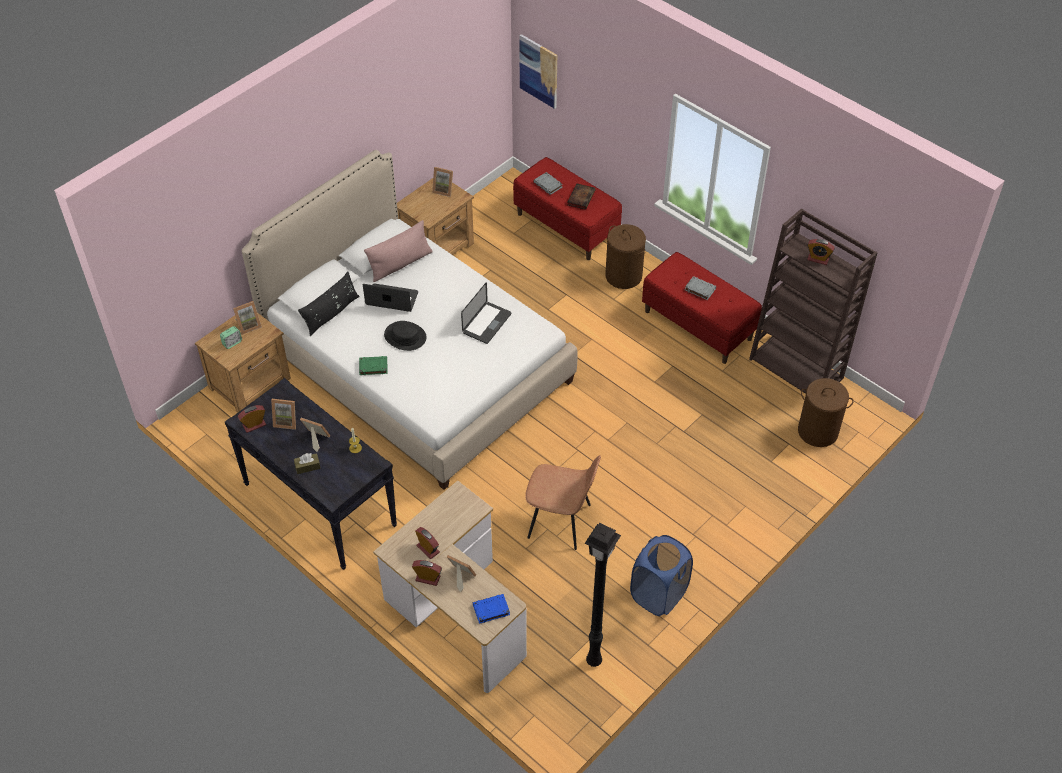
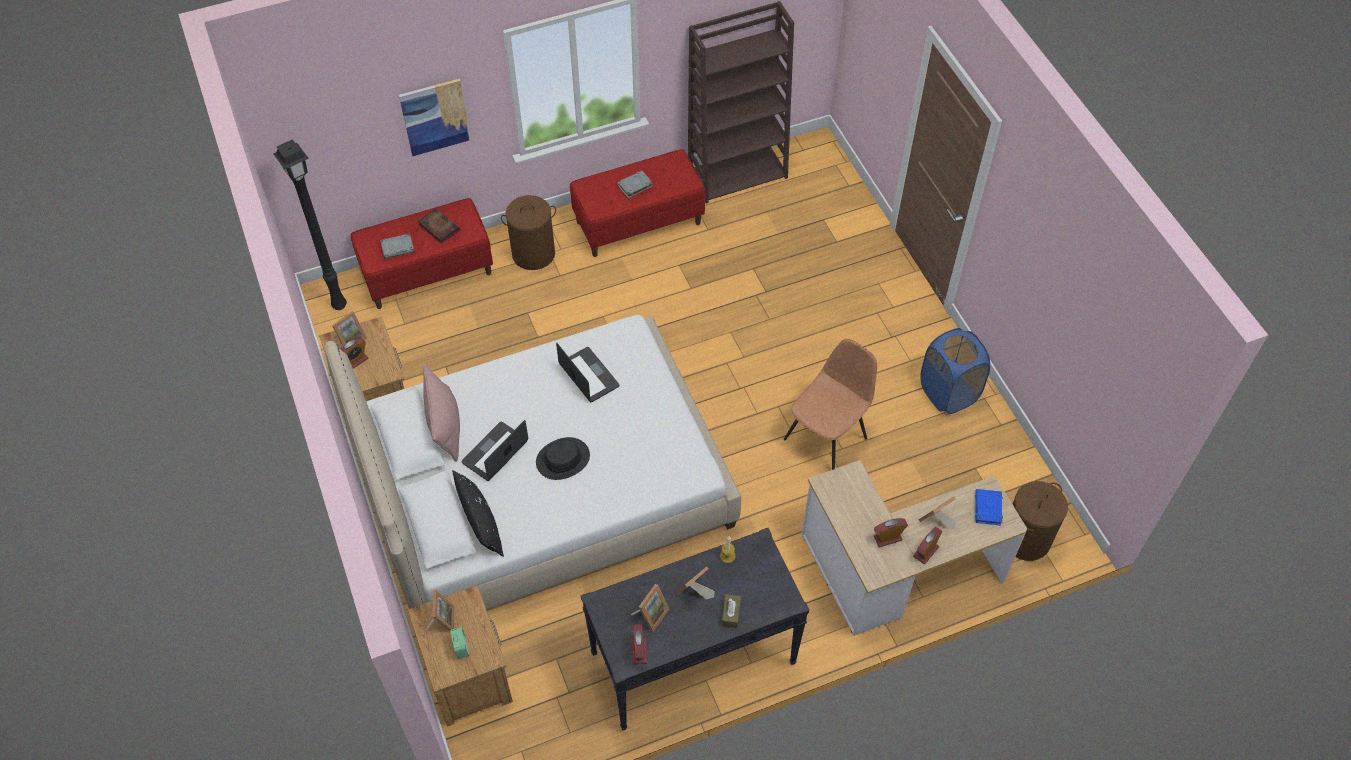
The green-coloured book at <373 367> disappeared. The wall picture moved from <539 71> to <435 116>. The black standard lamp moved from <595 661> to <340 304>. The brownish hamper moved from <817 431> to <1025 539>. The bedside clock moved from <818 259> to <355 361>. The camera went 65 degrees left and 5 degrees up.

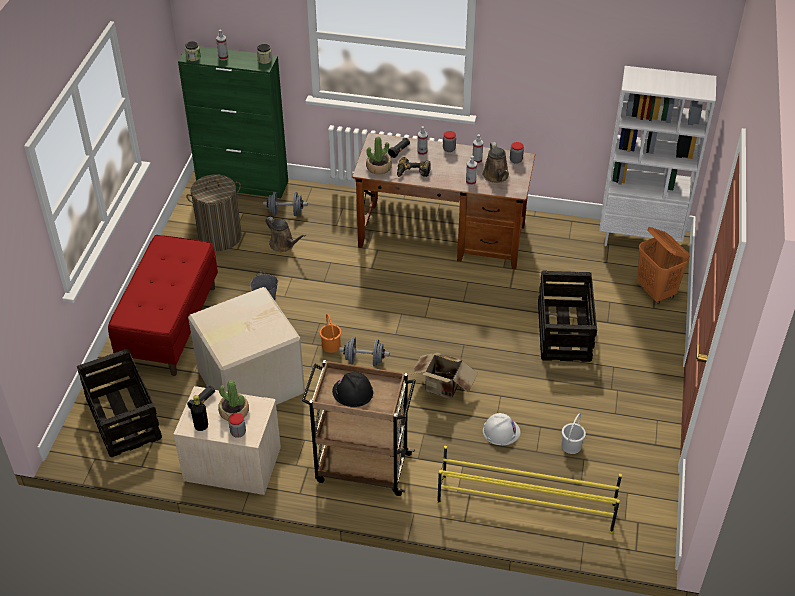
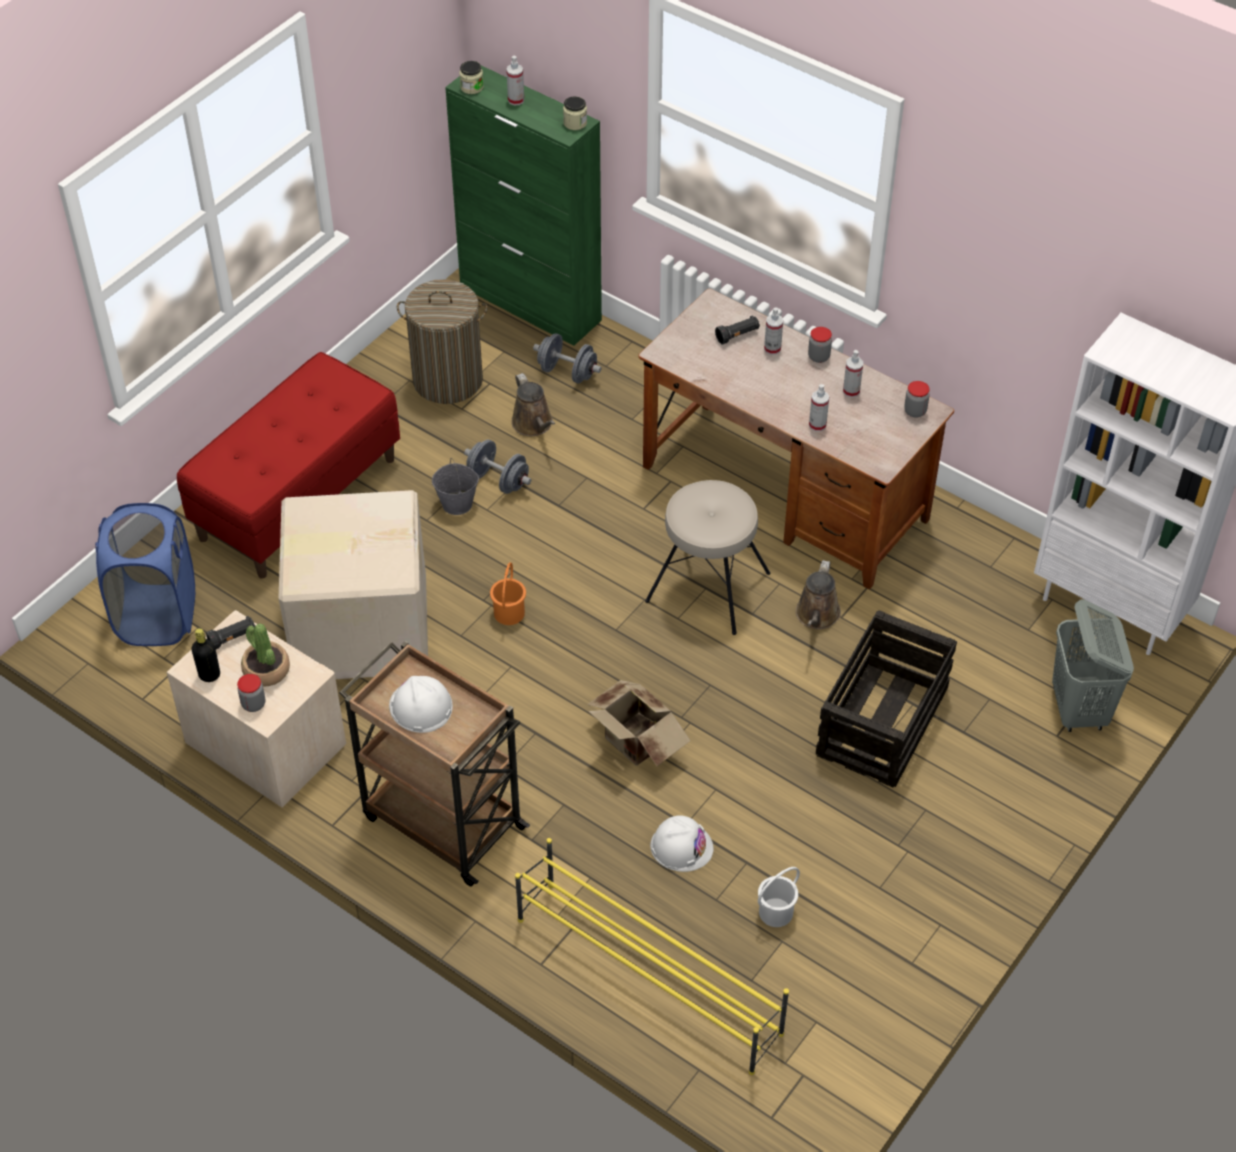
The packing crate at <122 417> was replaced by the blue-coloured hamper at <157 615>. The black hard hat at <352 392> became the white hard hat at <420 706>. The gray dumbbell moved from <364 360> to <498 480>. The potted plant at <378 167> disappeared. The power drill at <412 173> disappeared. The brownish watering pot moved from <496 176> to <817 616>. The orange-coloured hamper at <656 292> became the gray hamper at <1079 710>. The beige sitting stool at <707 588> appeared. The camera went 25 degrees right and 5 degrees up.

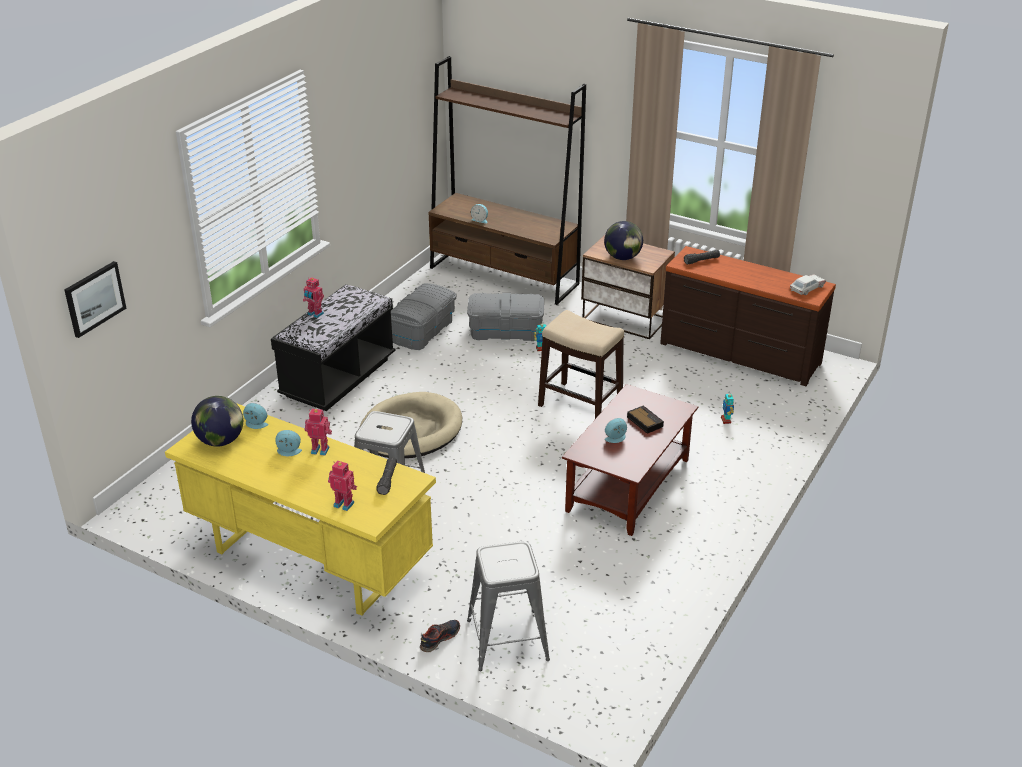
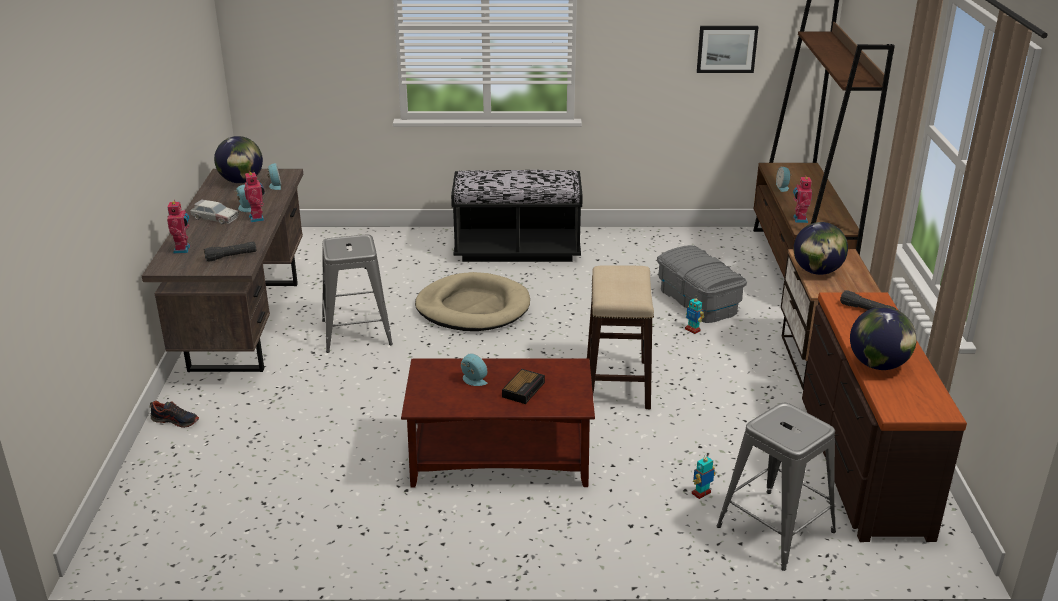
The wall picture moved from <94 298> to <726 49>. The yellowish desk table at <308 561> became the brownish desk table at <245 324>. The robot figure moved from <315 314> to <799 219>. The gray storage container at <422 330> disappeared. The gray sitting stool moved from <508 639> to <776 529>. The model car moved from <807 288> to <214 218>. The desk globe at <878 365> appeared. The camera went 60 degrees right and 5 degrees down.

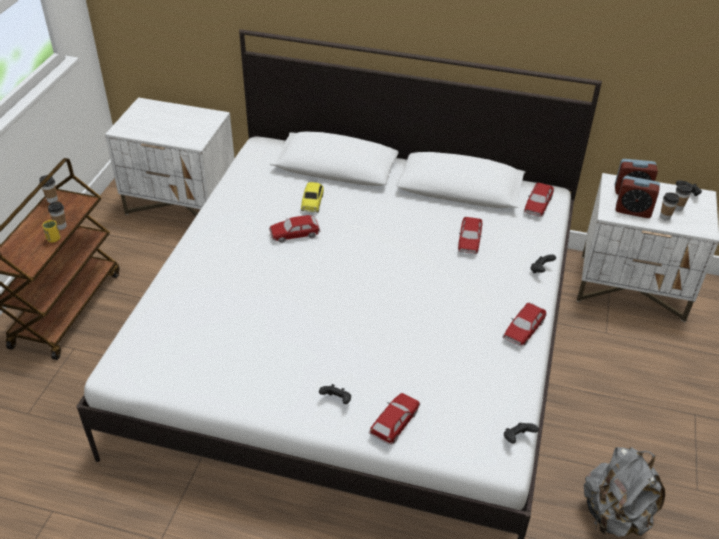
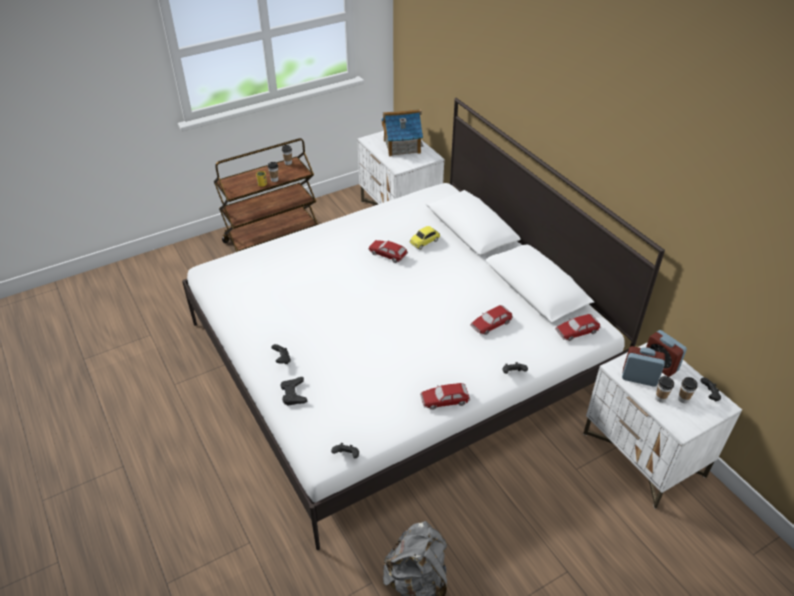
The model car at <395 422> was replaced by the black joypad at <293 394>. The bedside clock at <633 211> turned 135 degrees clockwise. The toy house at <401 146> appeared. The camera went 45 degrees right and 0 degrees up.

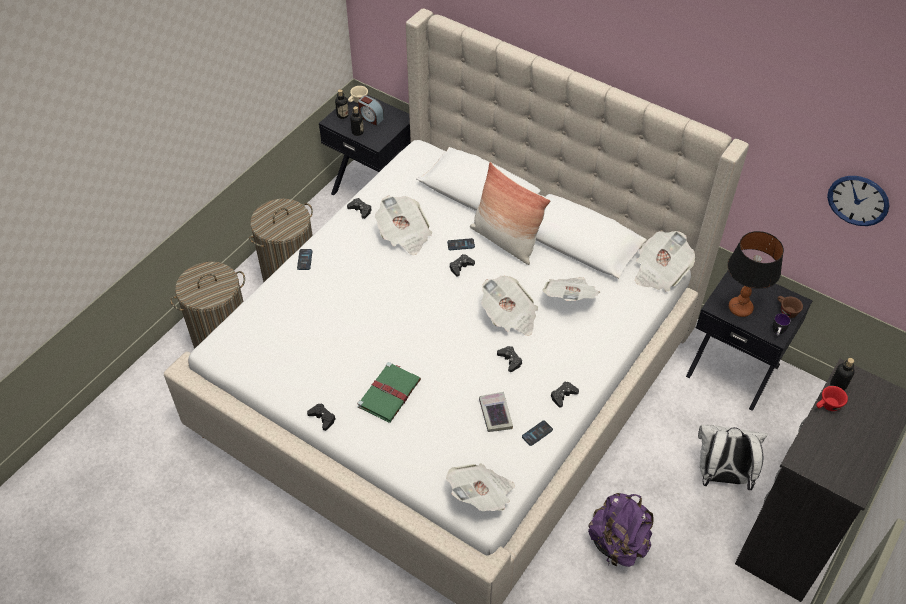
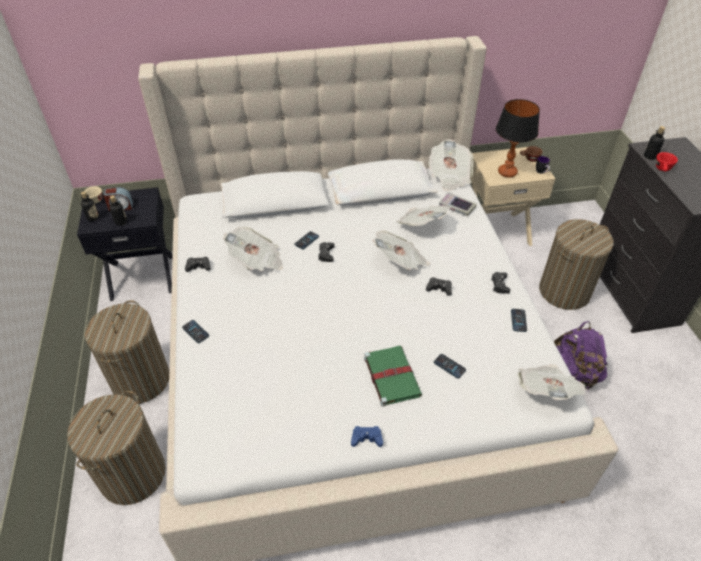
The black joypad at <322 418> became the blue-coloured joypad at <366 438>. The cushion at <505 241> disappeared. The book moved from <495 414> to <457 207>. The black nightstand at <733 369> became the beige nightstand at <496 231>. The white rucksack at <721 476> was replaced by the hamper at <564 292>. The clock on the wall at <858 200> disappeared. The handset at <449 366> appeared. The camera went 45 degrees left and 5 degrees down.

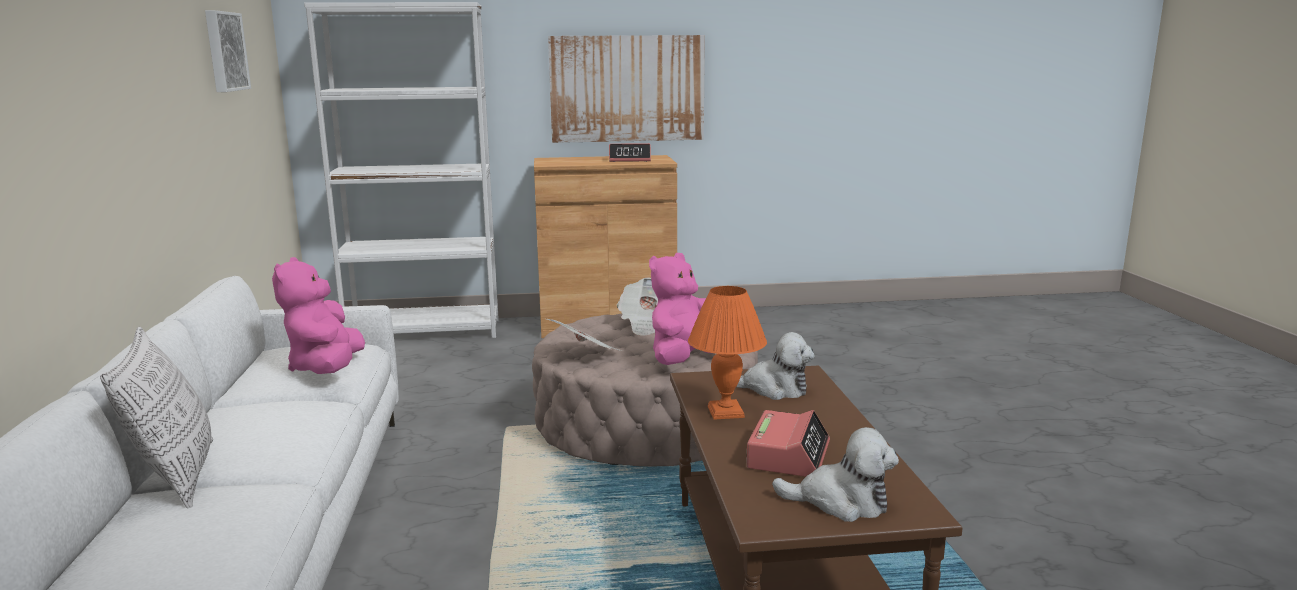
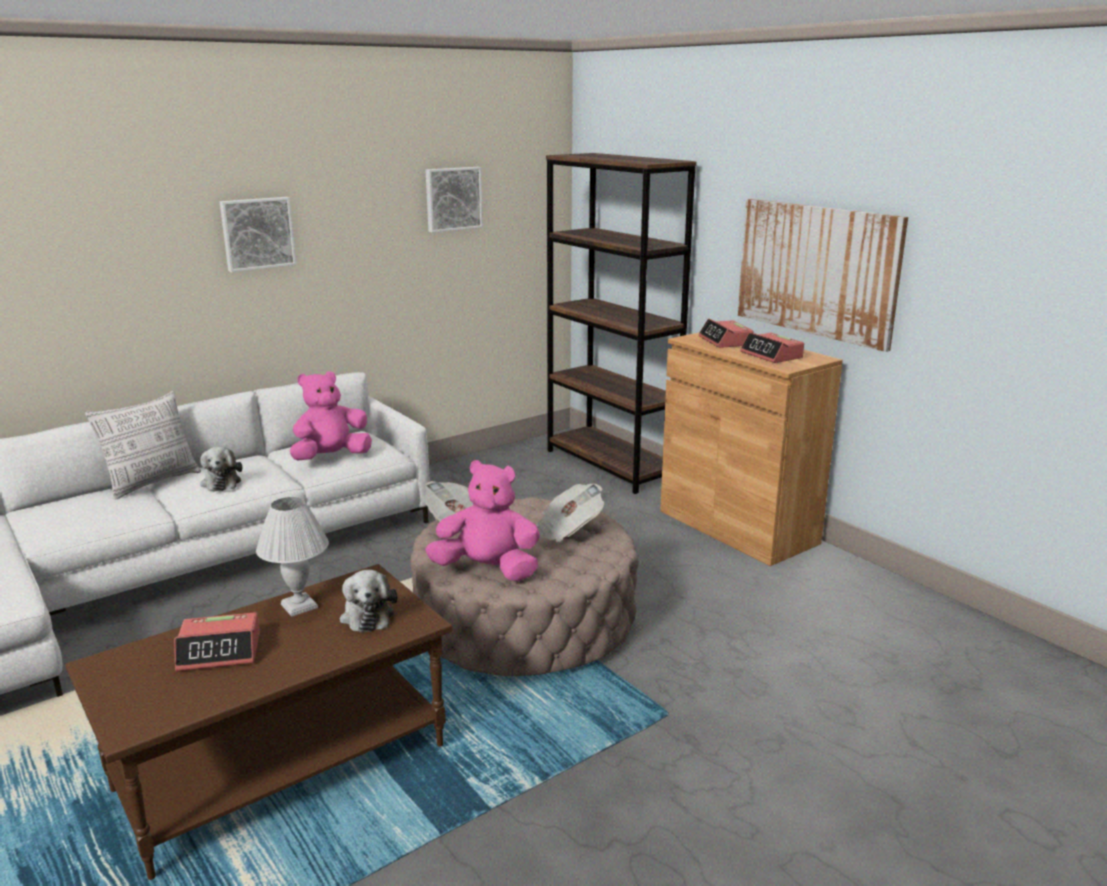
The white shelving unit at <424 331> became the brownish shelving unit at <611 465>. The orange-coloured tabletop lamp at <726 412> became the white tabletop lamp at <298 606>. The plush toy moved from <840 502> to <221 482>. The wall picture at <257 233> appeared. The bedside clock at <725 341> appeared. The camera went 60 degrees right and 5 degrees up.

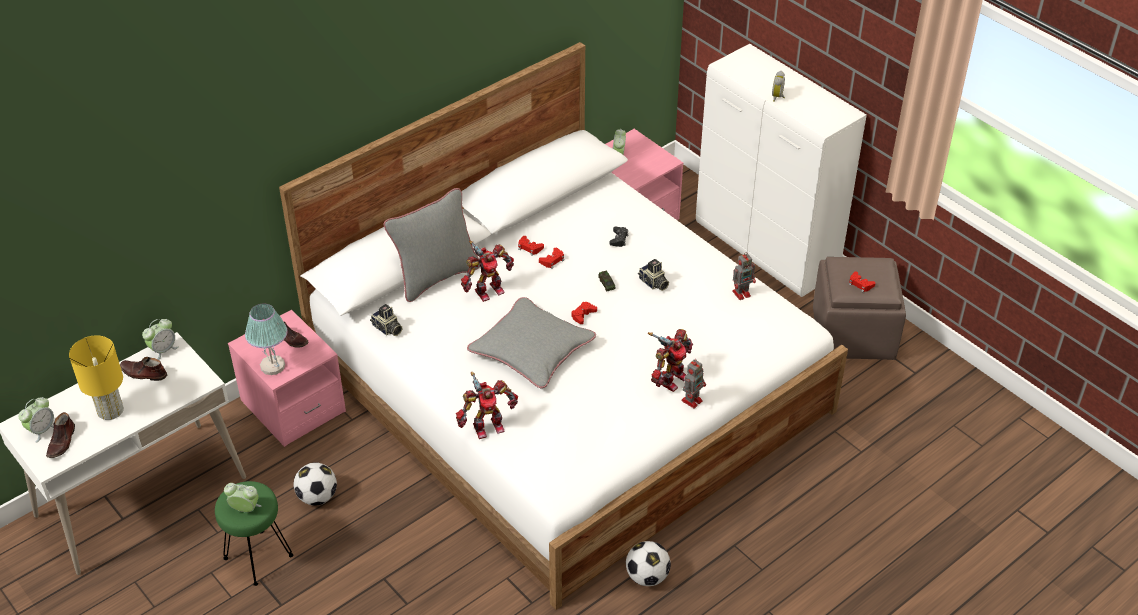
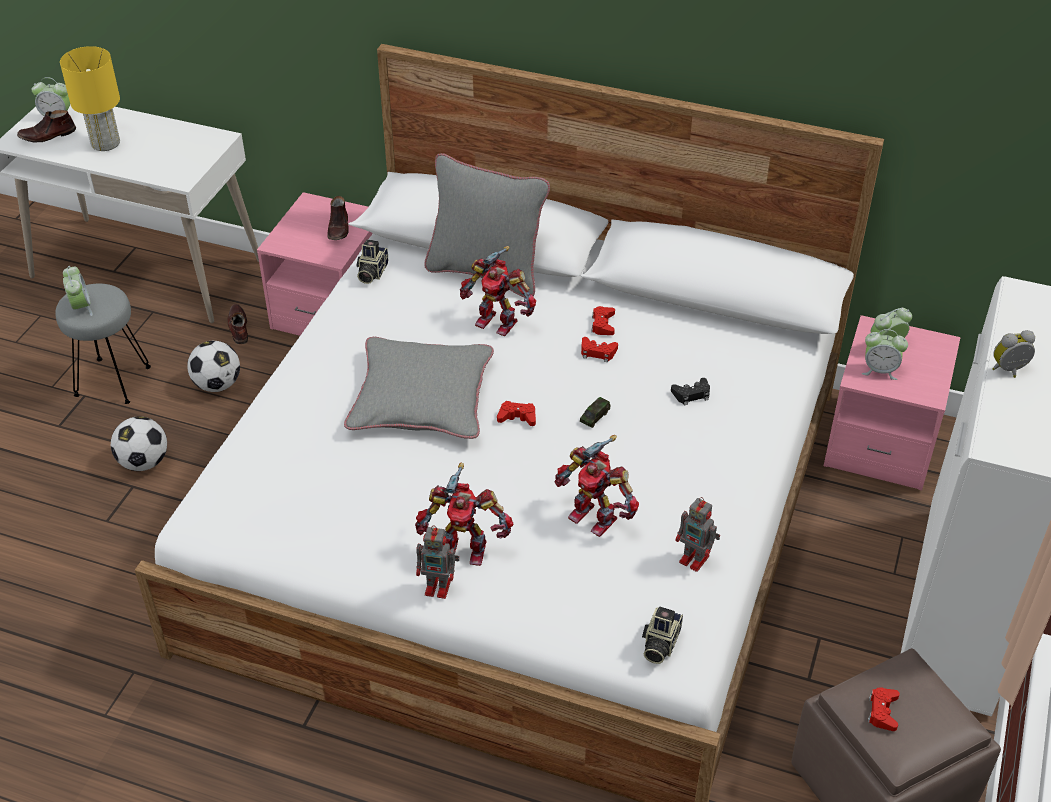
The brownish low shoe moved from <143 373> to <238 328>. The bedside clock moved from <163 350> to <880 370>. The green-coloured sitting stool at <257 558> became the gray sitting stool at <112 380>. The tabletop lamp at <272 366> disappeared. The robot figure moved from <487 426> to <594 516>. The ball for football moved from <647 576> to <144 462>. The still camera moved from <653 283> to <659 644>. The camera went 60 degrees right and 0 degrees up.

